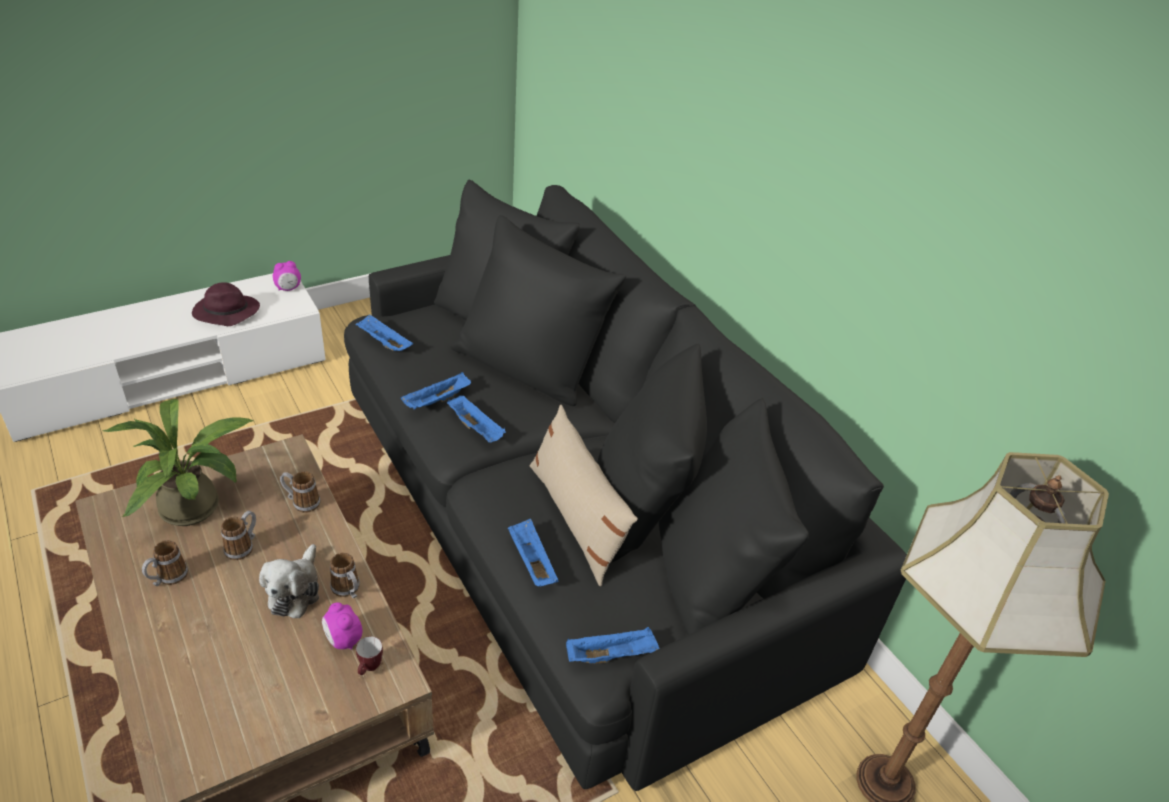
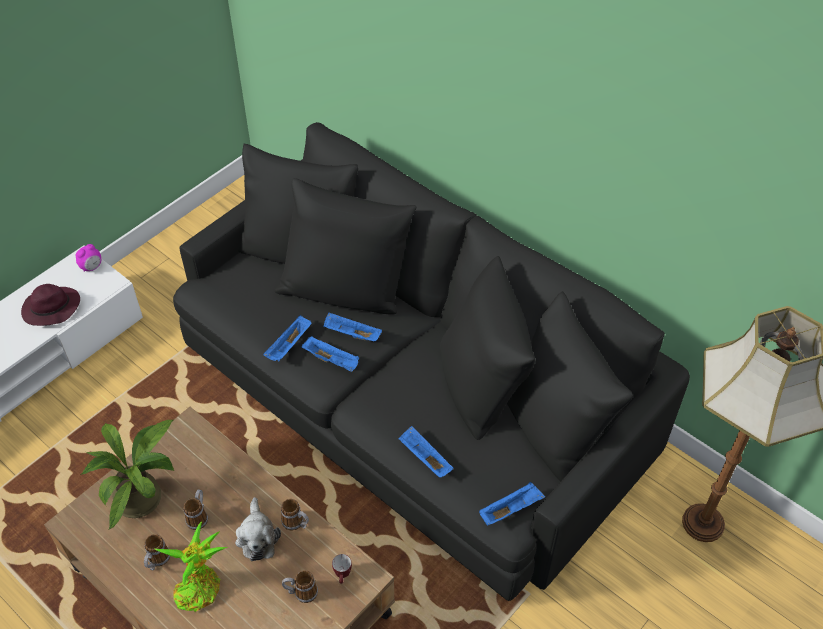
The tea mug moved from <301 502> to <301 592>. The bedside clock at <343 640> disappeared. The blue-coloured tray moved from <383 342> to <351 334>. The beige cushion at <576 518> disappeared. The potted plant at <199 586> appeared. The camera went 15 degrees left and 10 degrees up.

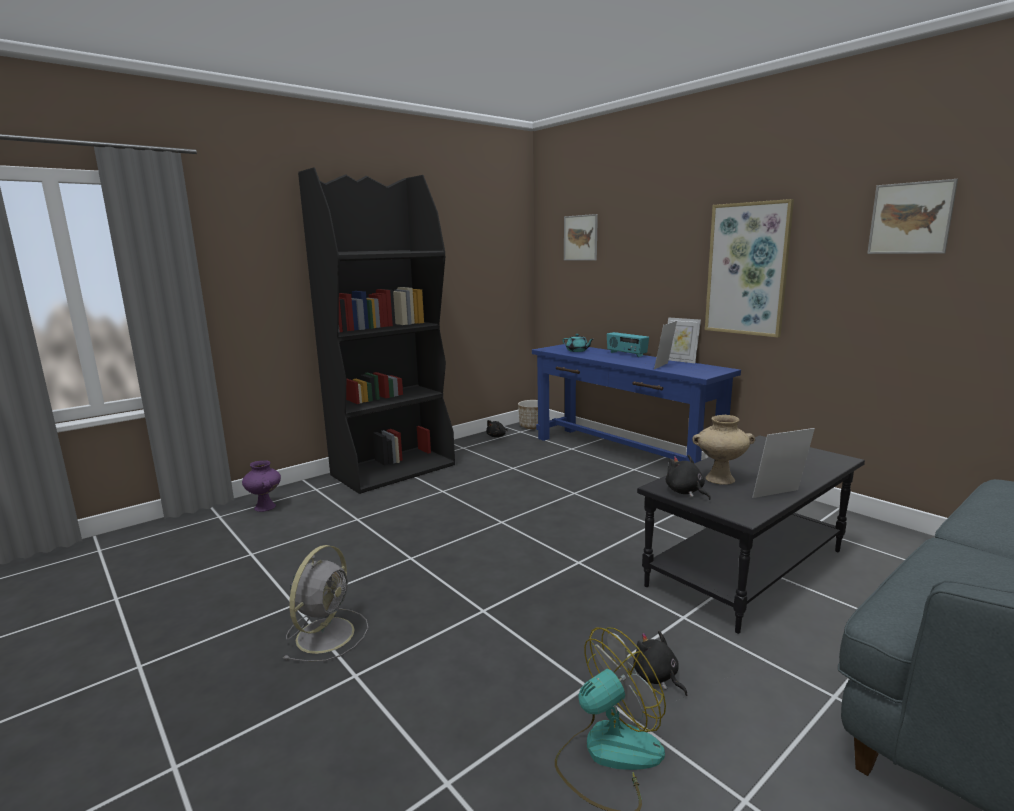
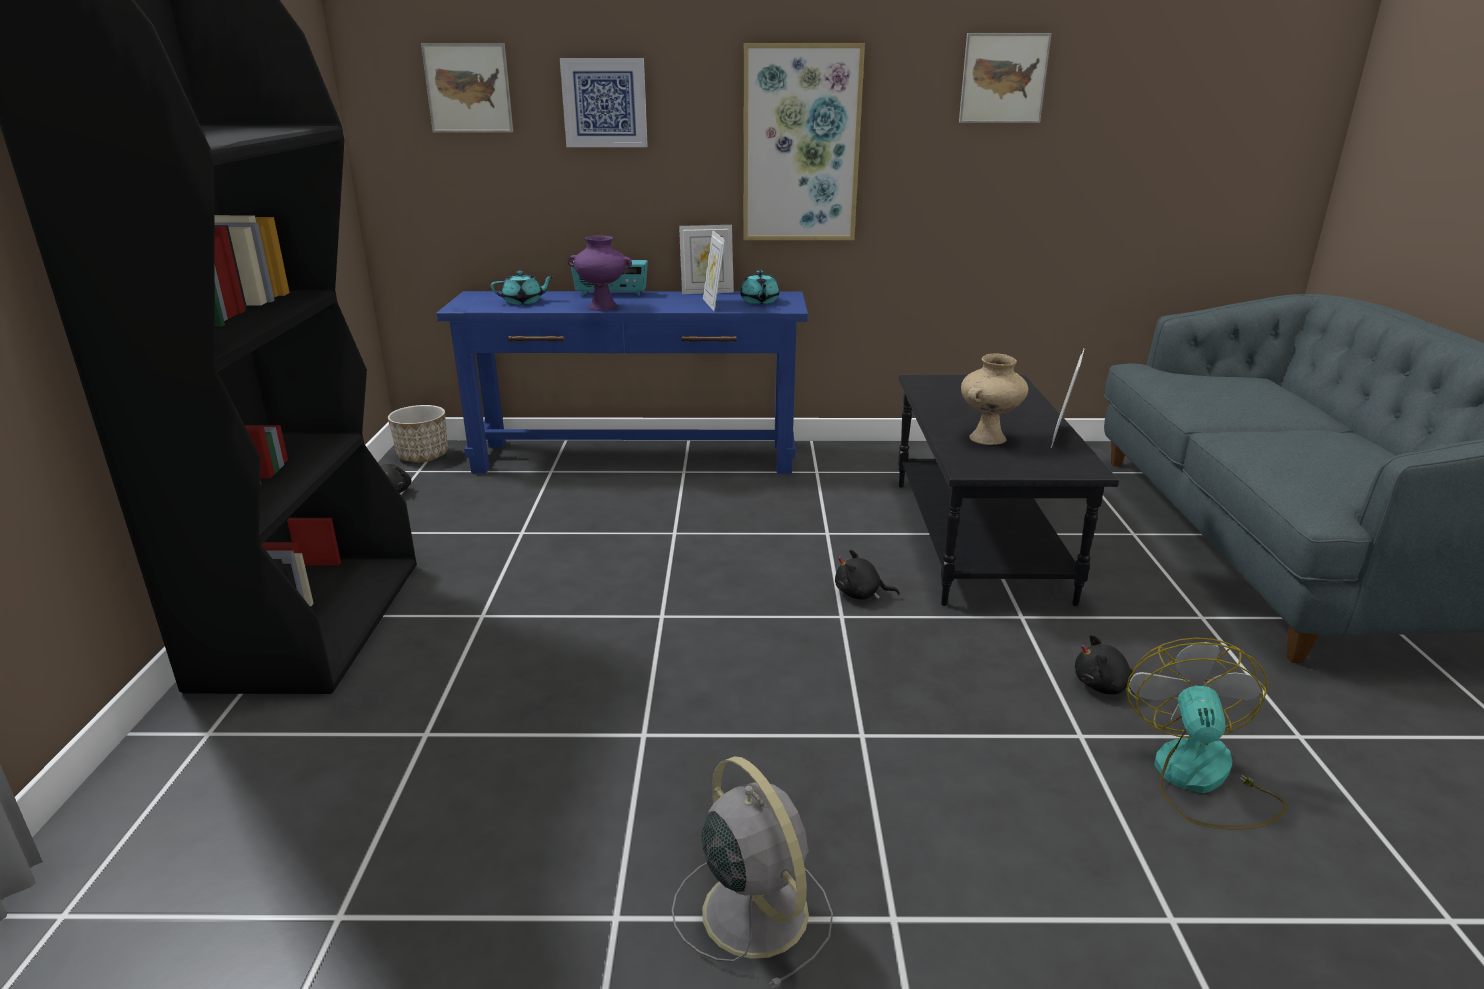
The purplish decorative vase moved from <265 507> to <603 307>. The black plush toy moved from <685 492> to <861 594>. The wall picture at <604 103> appeared. The blue-green tea pot at <759 301> appeared. The camera went 50 degrees left and 10 degrees up.

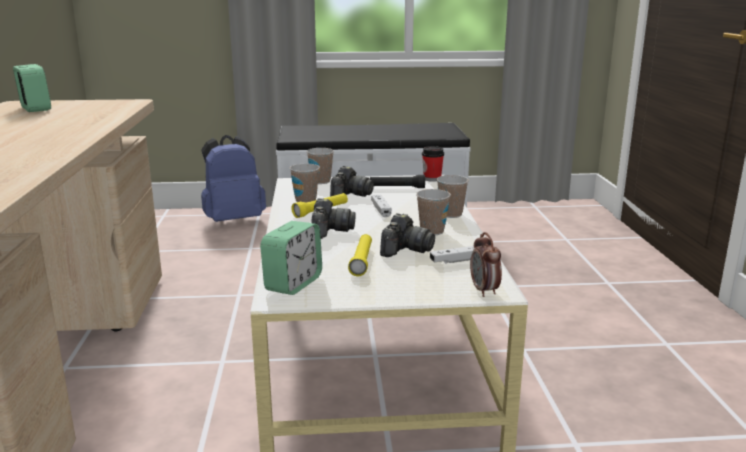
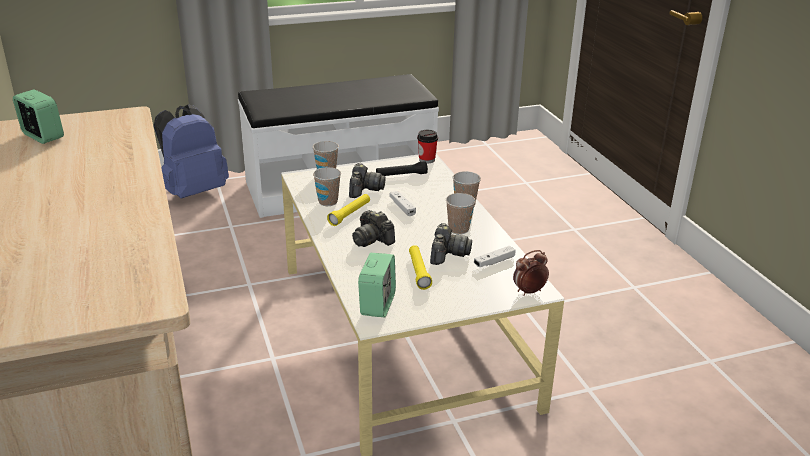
The still camera at <329 231> turned 150 degrees clockwise. The bedside clock at <484 291> turned 90 degrees clockwise. The camera went 15 degrees left and 10 degrees up.

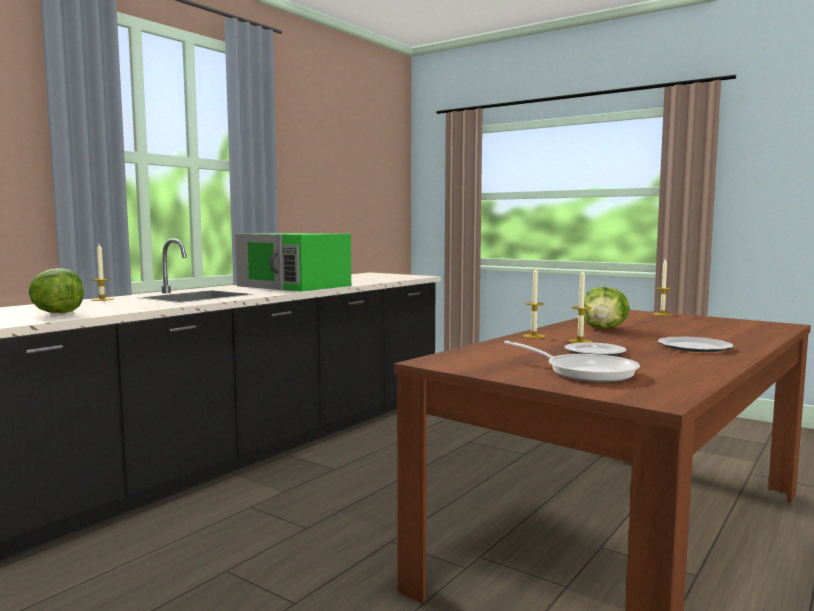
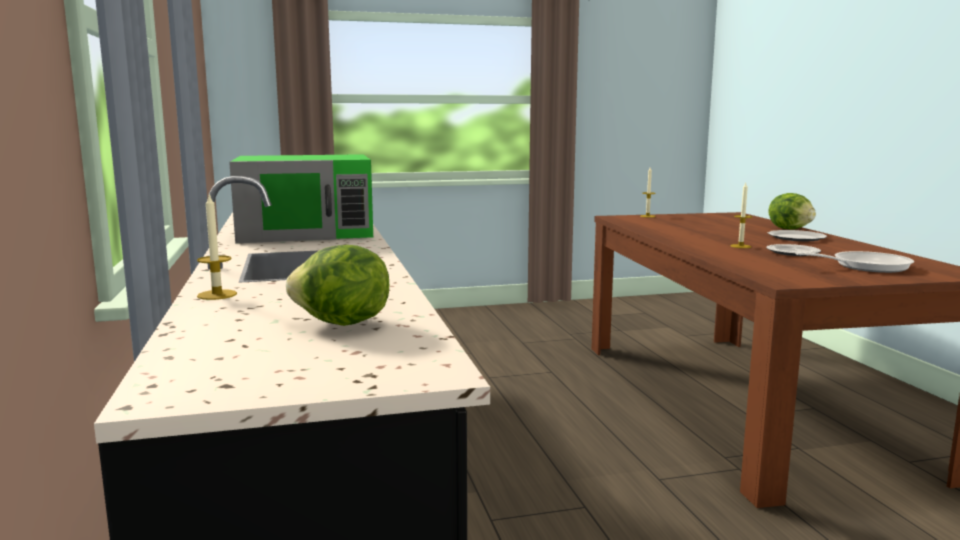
The candle at <533 336> disappeared. The lettuce head moved from <604 328> to <790 229>. The camera went 50 degrees left and 5 degrees up.

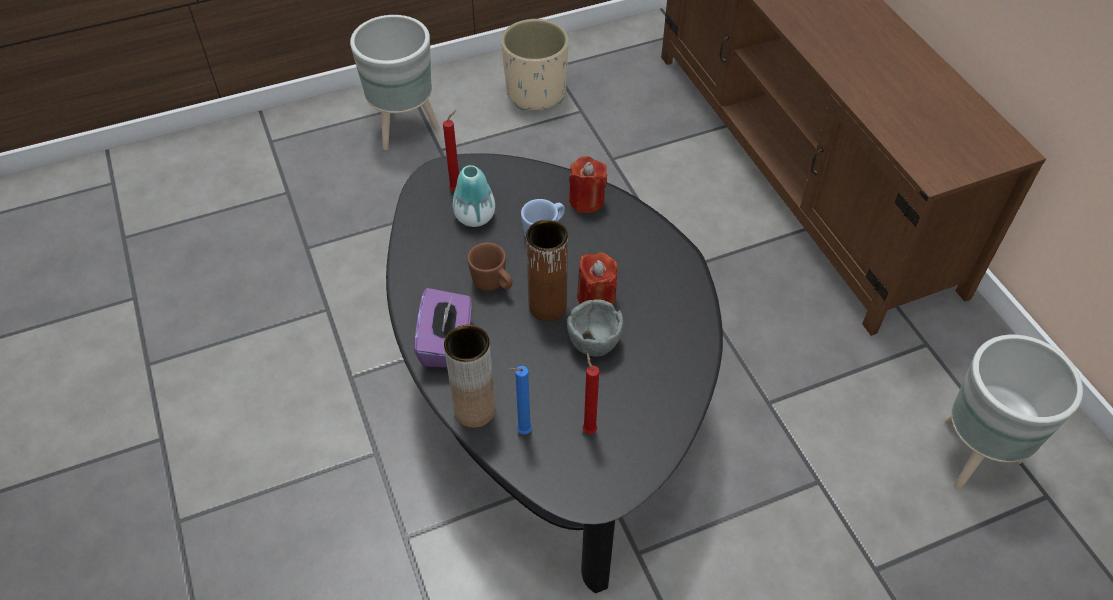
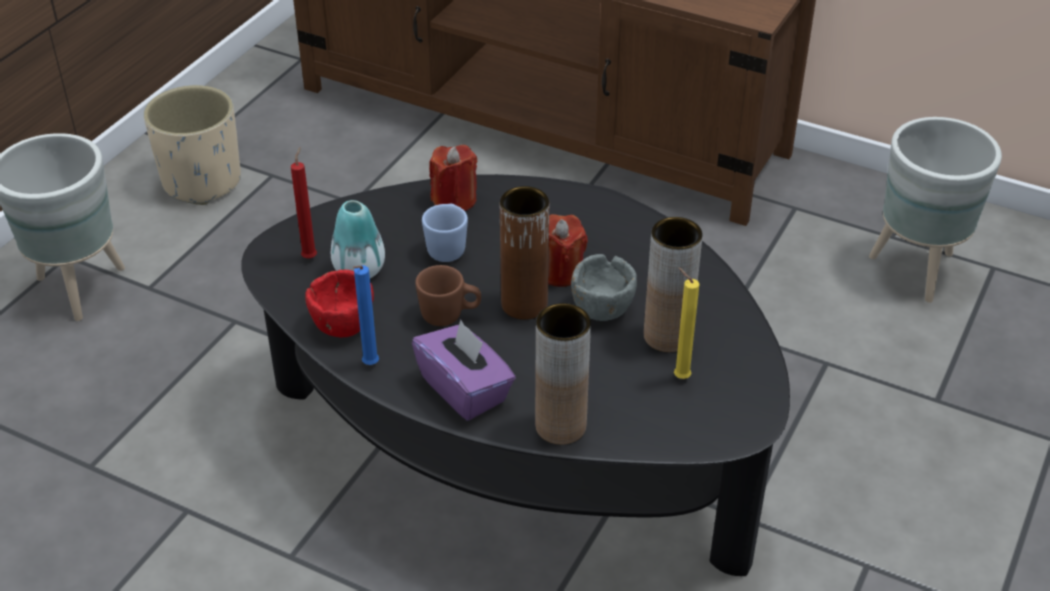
The blue-coloured candle moved from <522 432> to <369 366>. The red candle at <588 428> became the yellowish candle at <679 377>. The red bowl at <342 324> appeared. The brownish decorative vase at <667 336> appeared. The camera went 40 degrees left and 10 degrees down.

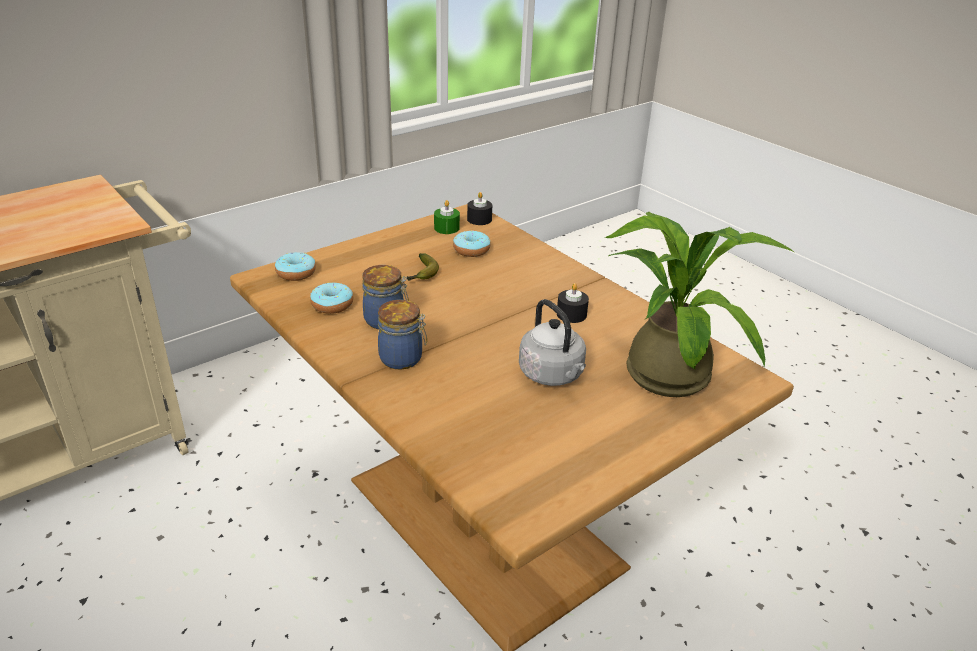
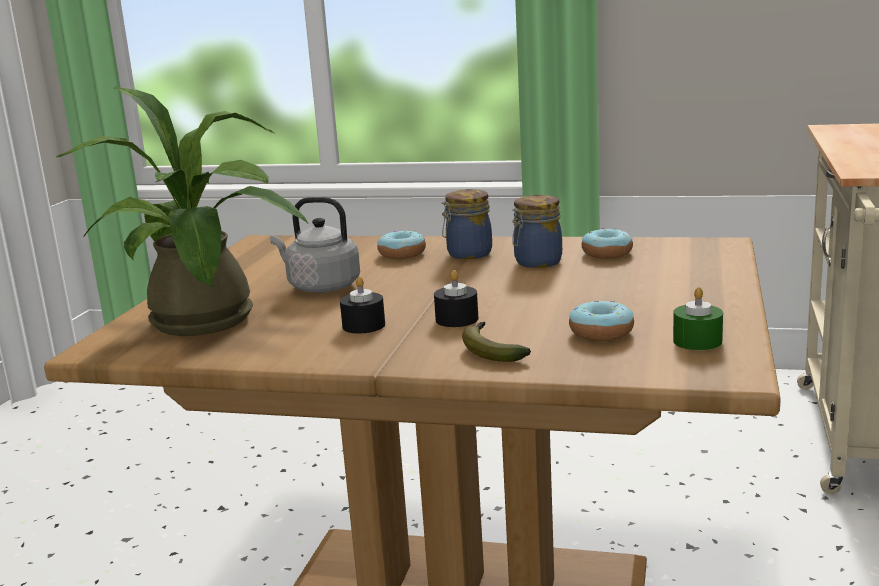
The ring doughnut moved from <296 273> to <402 254>. The banana fruit moved from <422 274> to <491 350>. The black candle moved from <479 219> to <457 319>. The camera went 145 degrees right and 15 degrees down.

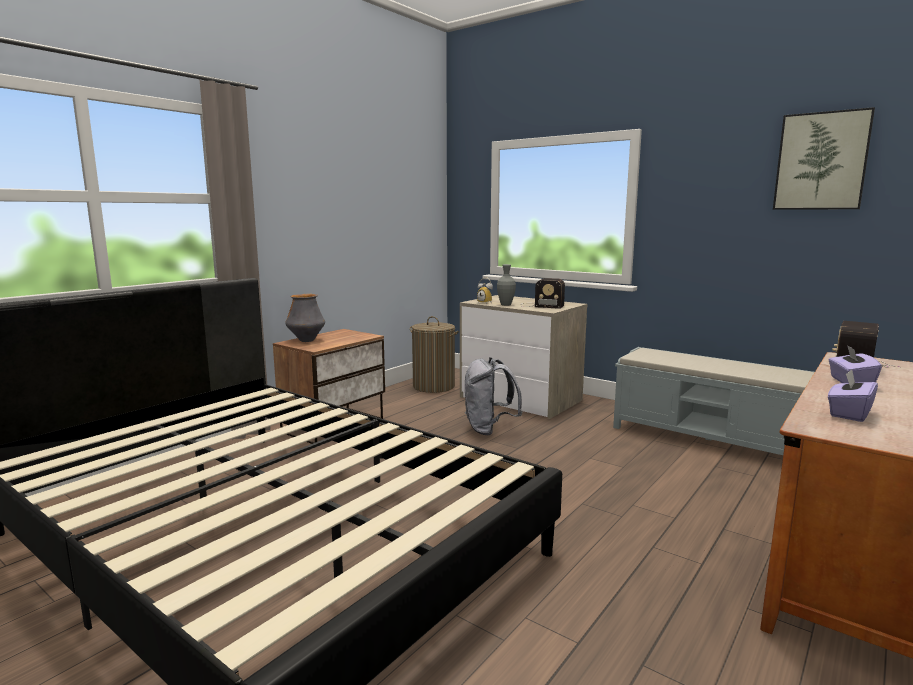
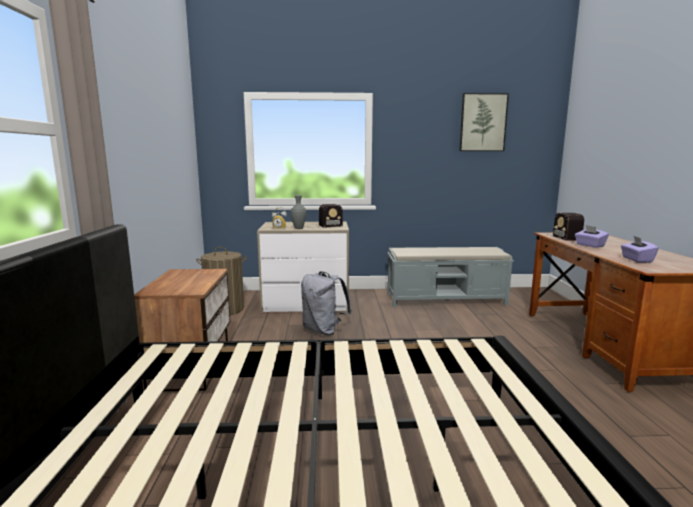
The decorative vase at <306 340> disappeared. The camera went 40 degrees left and 0 degrees up.

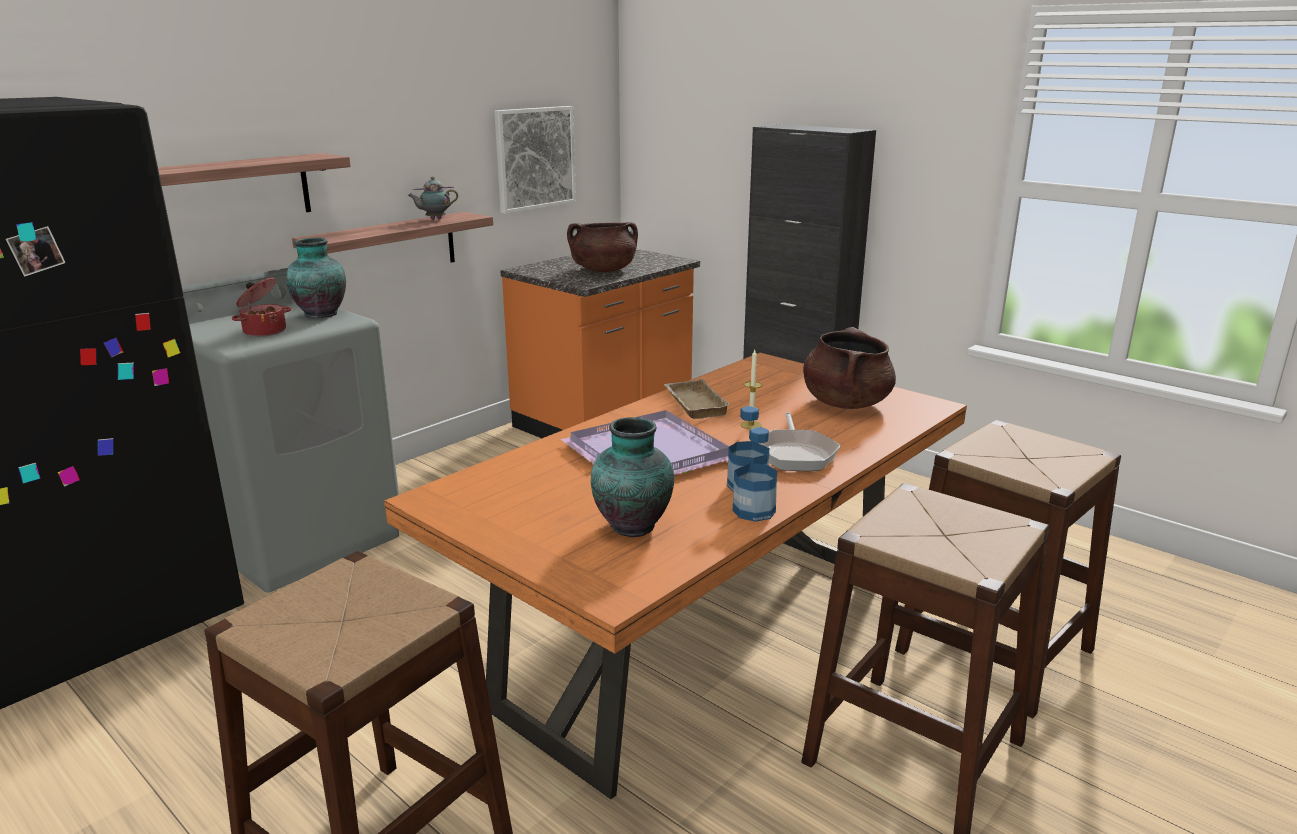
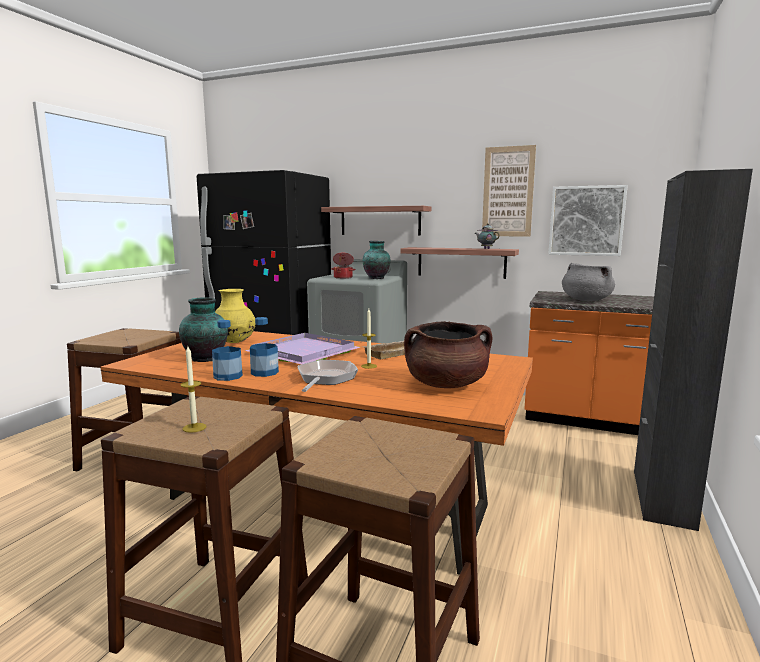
The brownish cooking pot at <603 270> became the gray cooking pot at <585 300>. The frying pan at <796 453> turned 120 degrees clockwise. The candle at <194 427> appeared. The yellowish decorative vase at <234 342> appeared. The wall picture at <508 192> appeared. The camera went 70 degrees right and 10 degrees down.

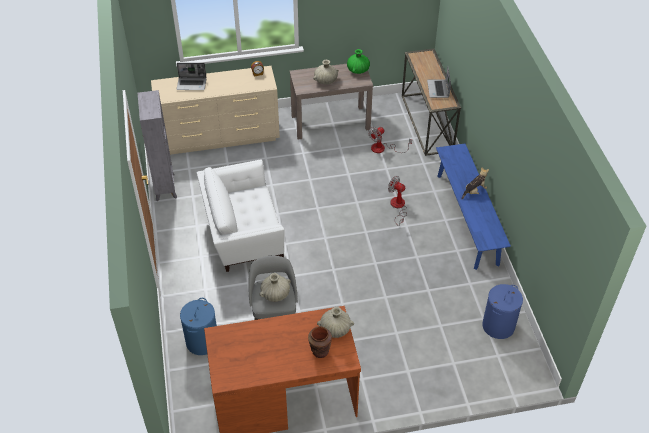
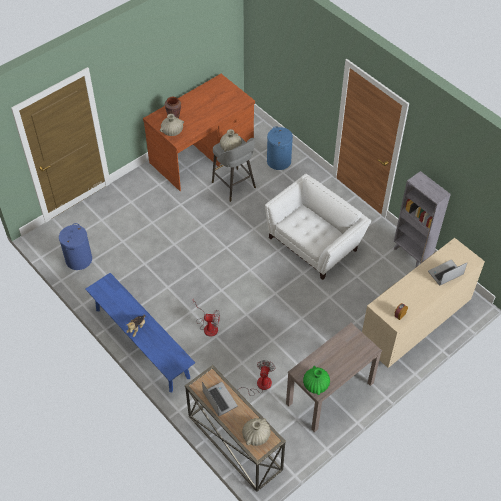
The beige decorative vase moved from <325 81> to <256 436>. The camera went 150 degrees right and 5 degrees up.

